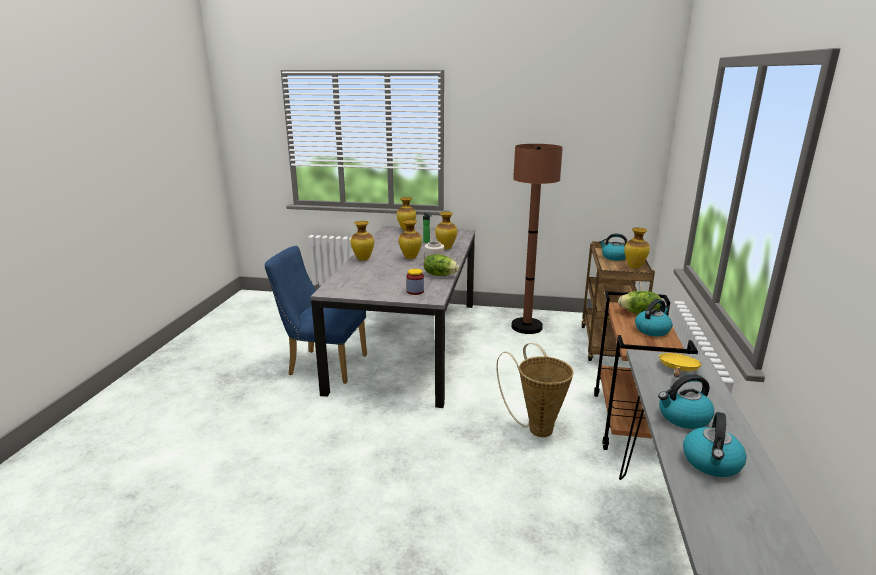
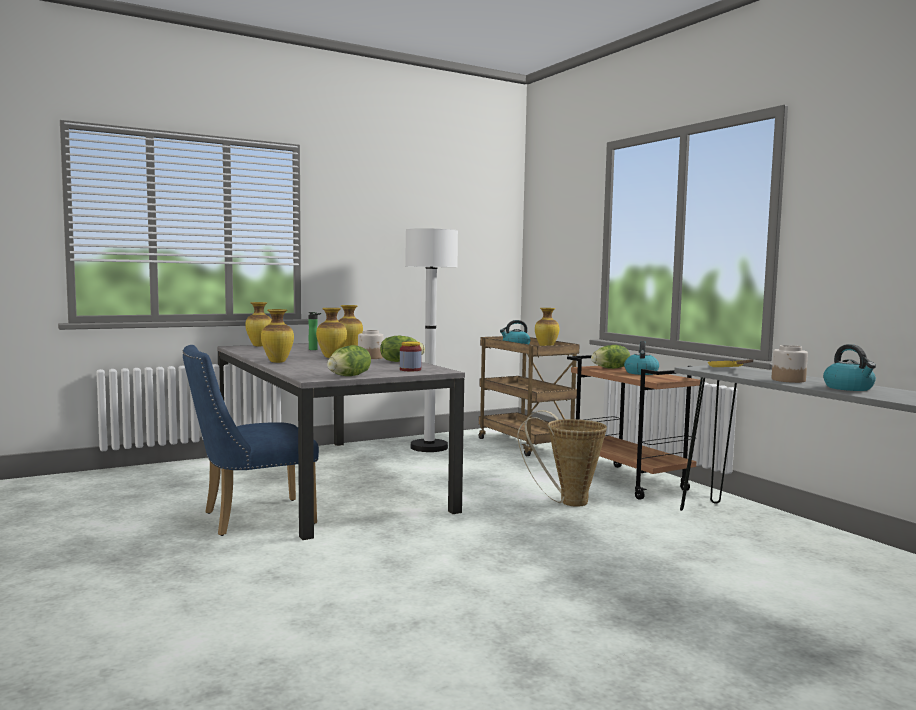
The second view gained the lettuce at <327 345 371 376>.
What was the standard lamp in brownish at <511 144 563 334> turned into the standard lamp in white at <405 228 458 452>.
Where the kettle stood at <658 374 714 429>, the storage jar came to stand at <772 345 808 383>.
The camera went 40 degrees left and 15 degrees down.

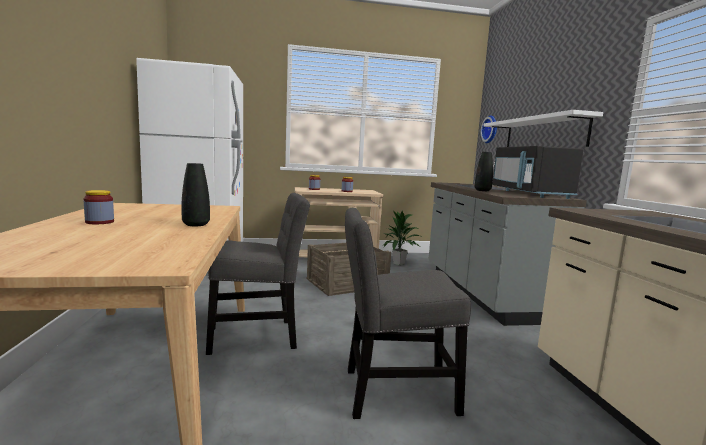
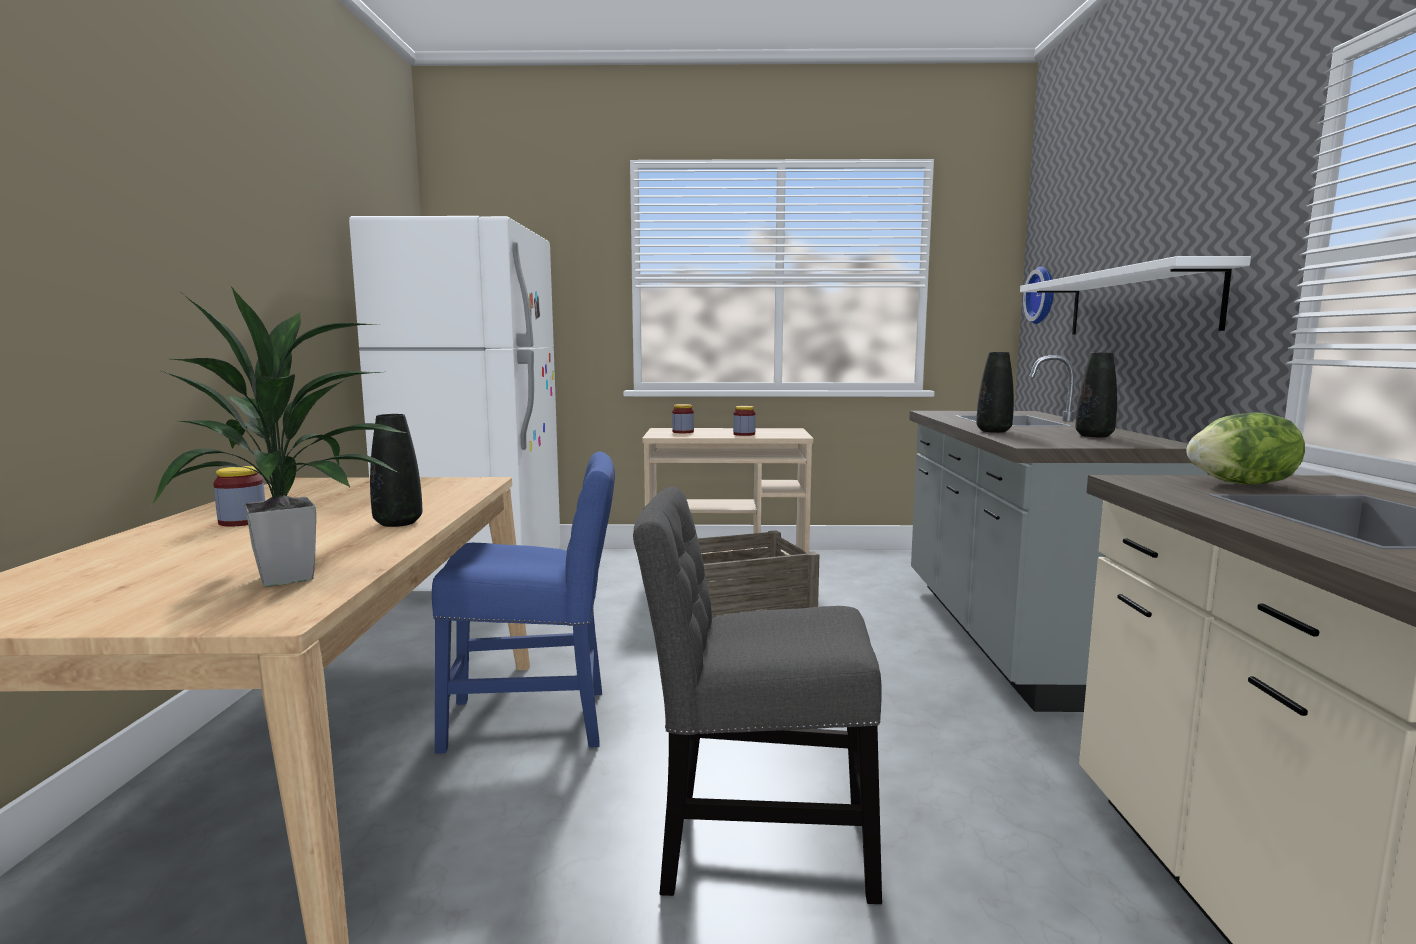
The plant in a pot ended up elsewhere, having gone from <382 211 420 266> to <151 286 406 587>.
What was the plain chair in gray at <206 193 310 355> turned into the plain chair in bluish at <432 452 615 754>.
Where the microwave in black stood at <492 146 584 199>, the flower vase in black came to stand at <1075 352 1117 437>.
The second view gained the lettuce at <1186 413 1305 484>.
The camera went 10 degrees right and 0 degrees up.

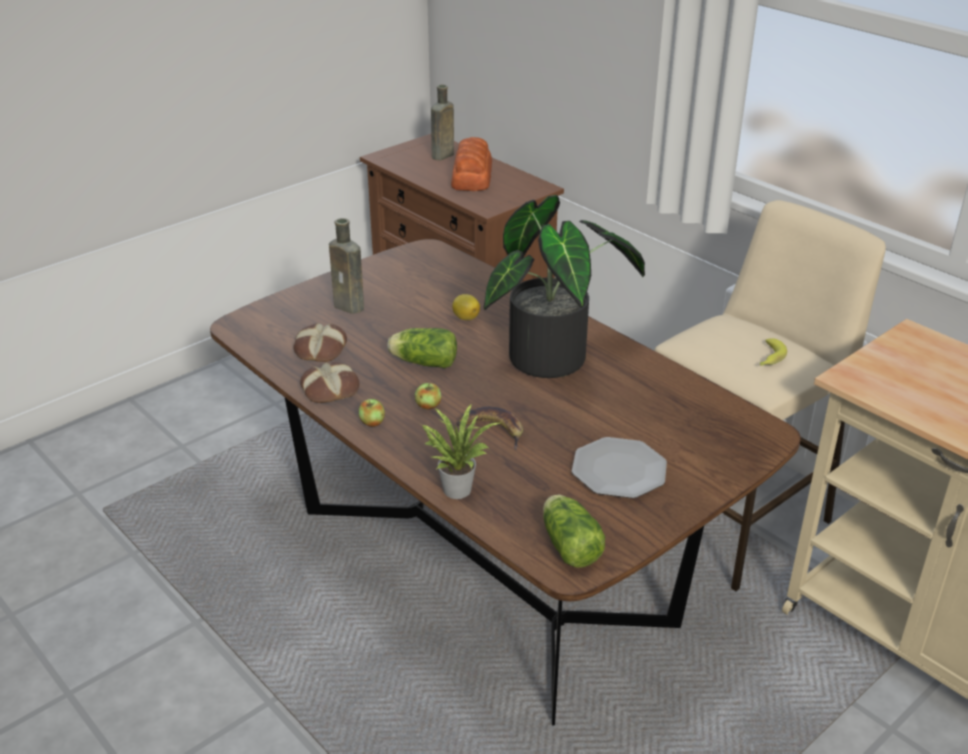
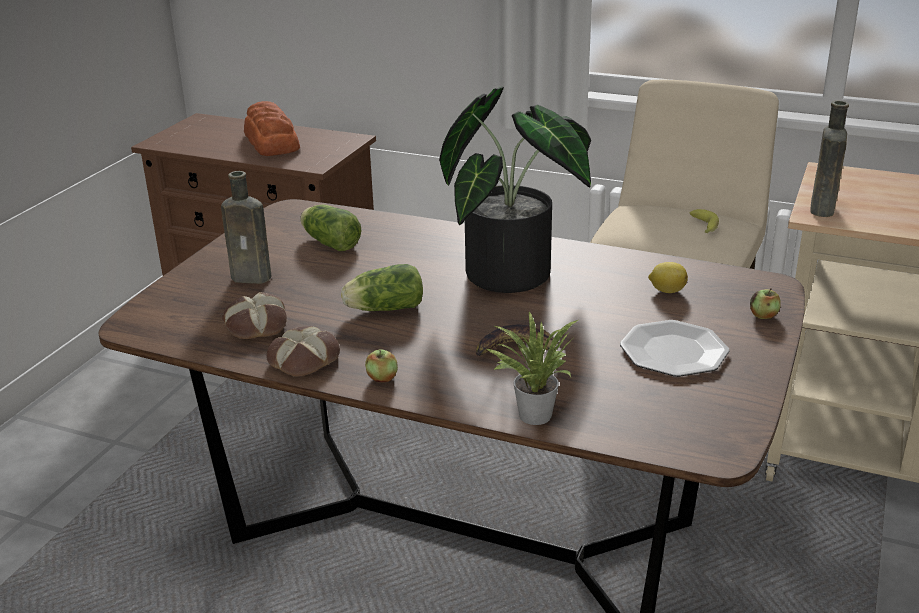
The lettuce ended up elsewhere, having gone from <543 495 605 567> to <300 205 361 251>.
The citrus fruit ended up elsewhere, having gone from <452 294 480 320> to <648 262 688 293>.
The apple ended up elsewhere, having gone from <414 383 441 410> to <750 289 781 319>.
The beverage bottle in brownish ended up elsewhere, having gone from <431 84 454 160> to <810 100 849 217>.
The camera went 25 degrees left and 5 degrees down.

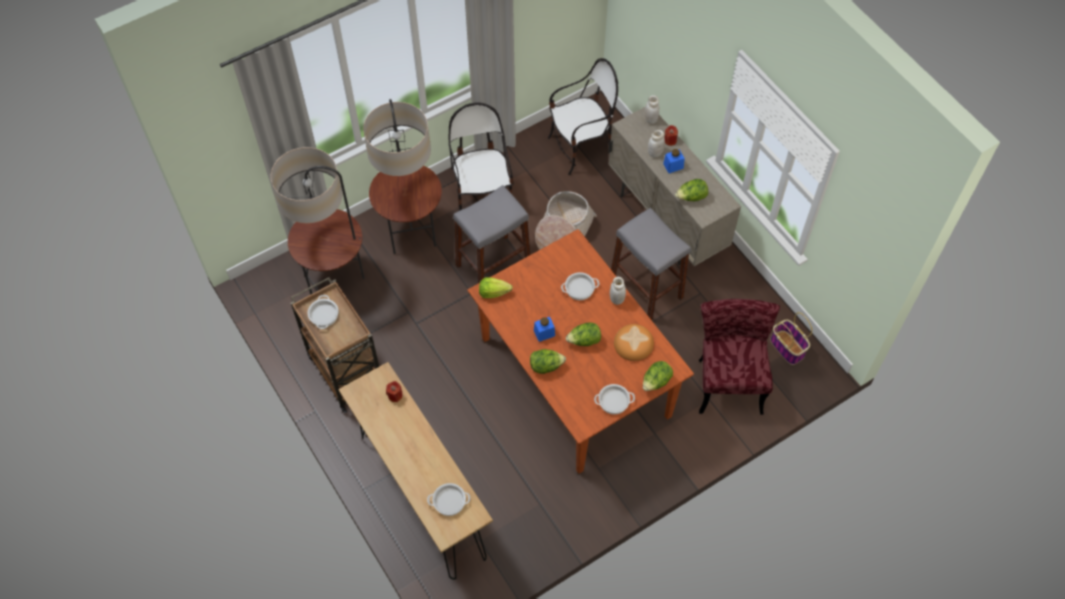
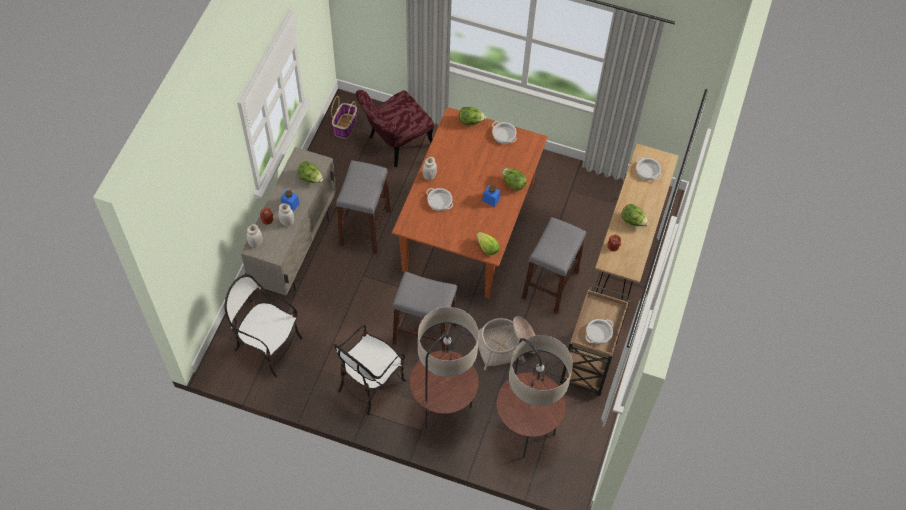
The household basket ended up elsewhere, having gone from <535 191 597 249> to <478 316 536 370>.
The second view gained the stool seat in gray at <522 217 586 314>.
The lettuce ended up elsewhere, having gone from <566 322 601 346> to <622 204 648 226>.
The second view lost the baked bread at <614 324 654 361>.
The camera went 130 degrees left and 0 degrees up.

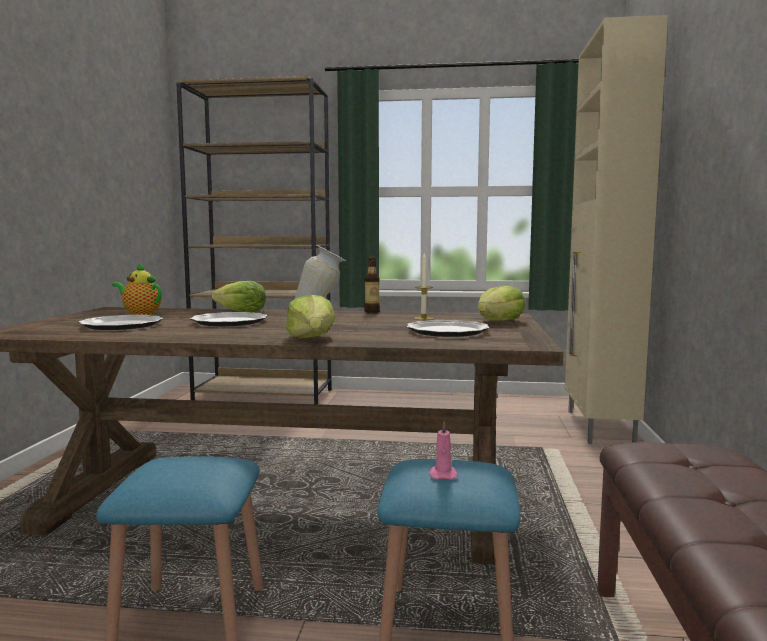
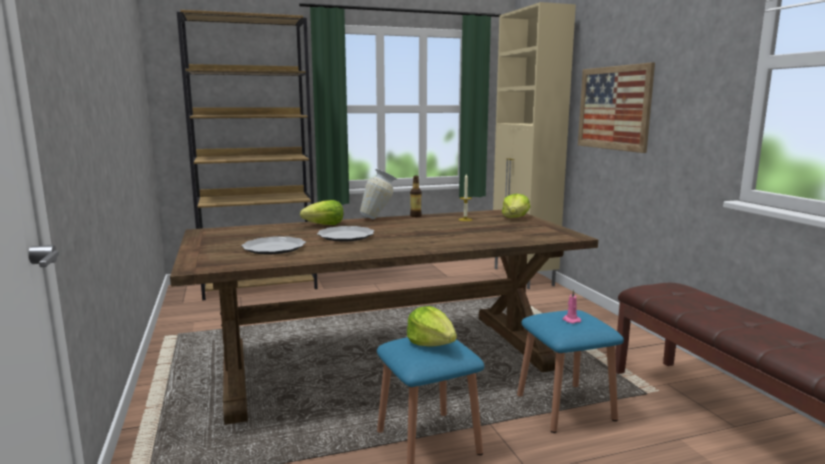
The lettuce ended up elsewhere, having gone from <286 295 335 338> to <407 306 457 347>.
The second view gained the wall art at <578 62 655 153>.
The second view lost the tea pot at <112 263 162 315>.
The second view lost the flat dish at <407 320 490 337>.
The camera went 25 degrees left and 5 degrees up.

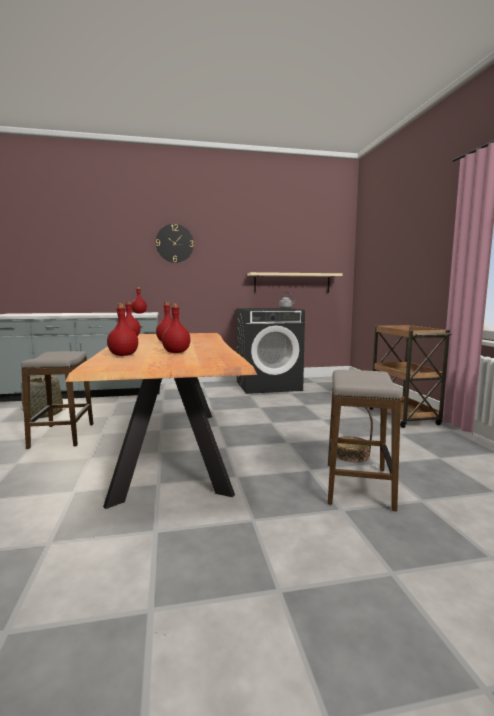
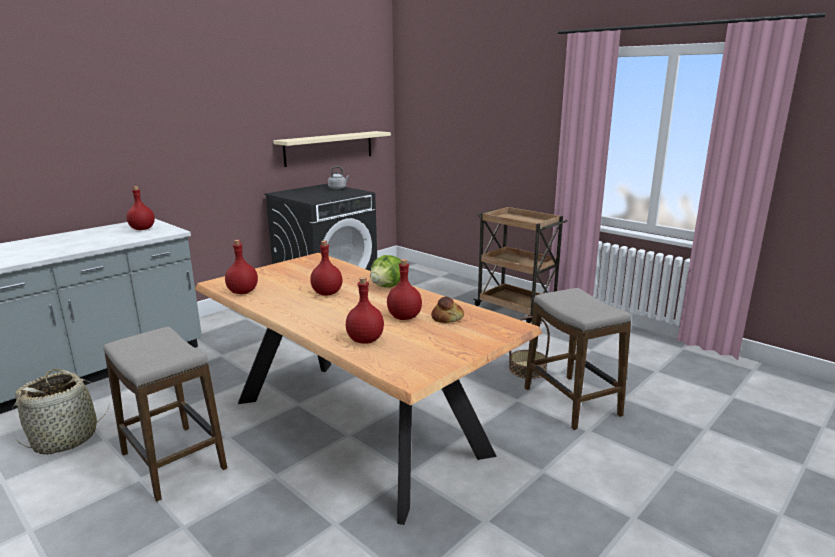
The second view gained the lettuce at <370 255 401 287>.
The second view gained the baked bread at <431 296 464 323>.
The second view lost the hanging clock at <156 224 194 263>.
The camera went 35 degrees left and 10 degrees up.

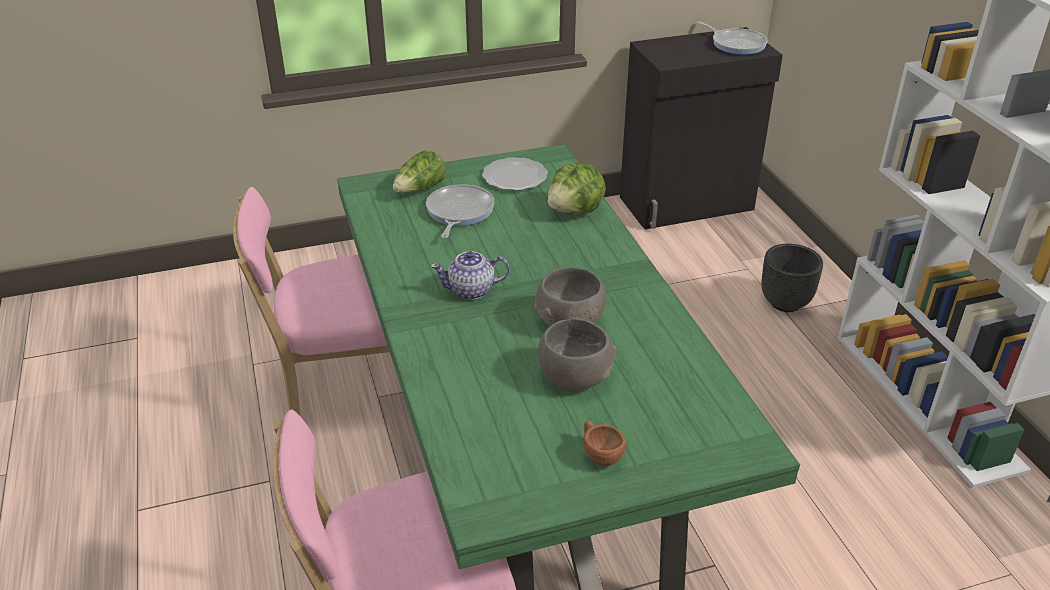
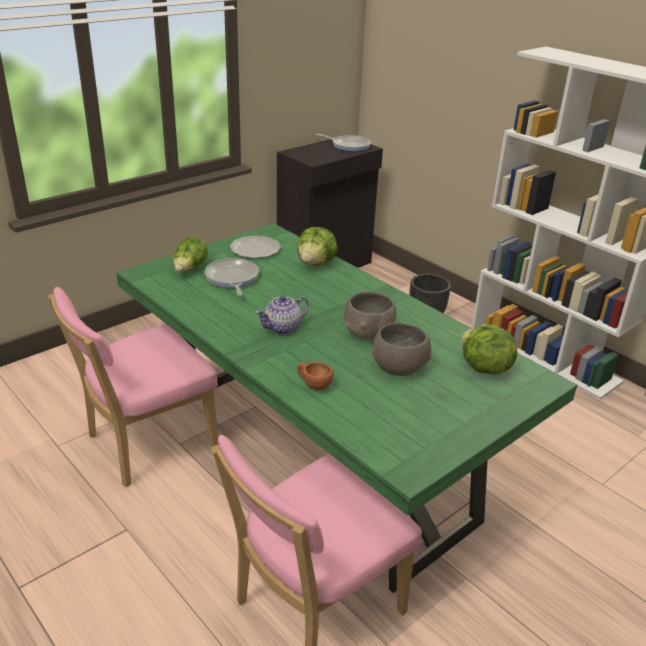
The cup in brownish ended up elsewhere, having gone from <583 421 627 466> to <297 362 334 390>.
The second view gained the lettuce at <461 325 518 375>.
The camera went 25 degrees left and 5 degrees down.

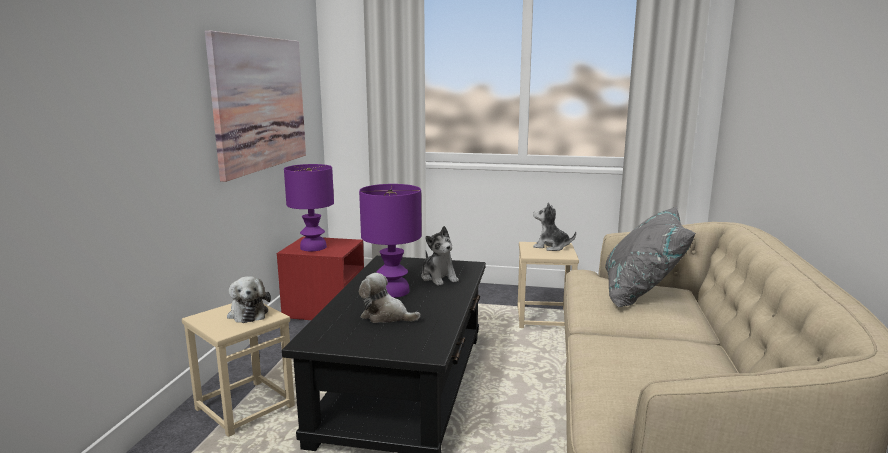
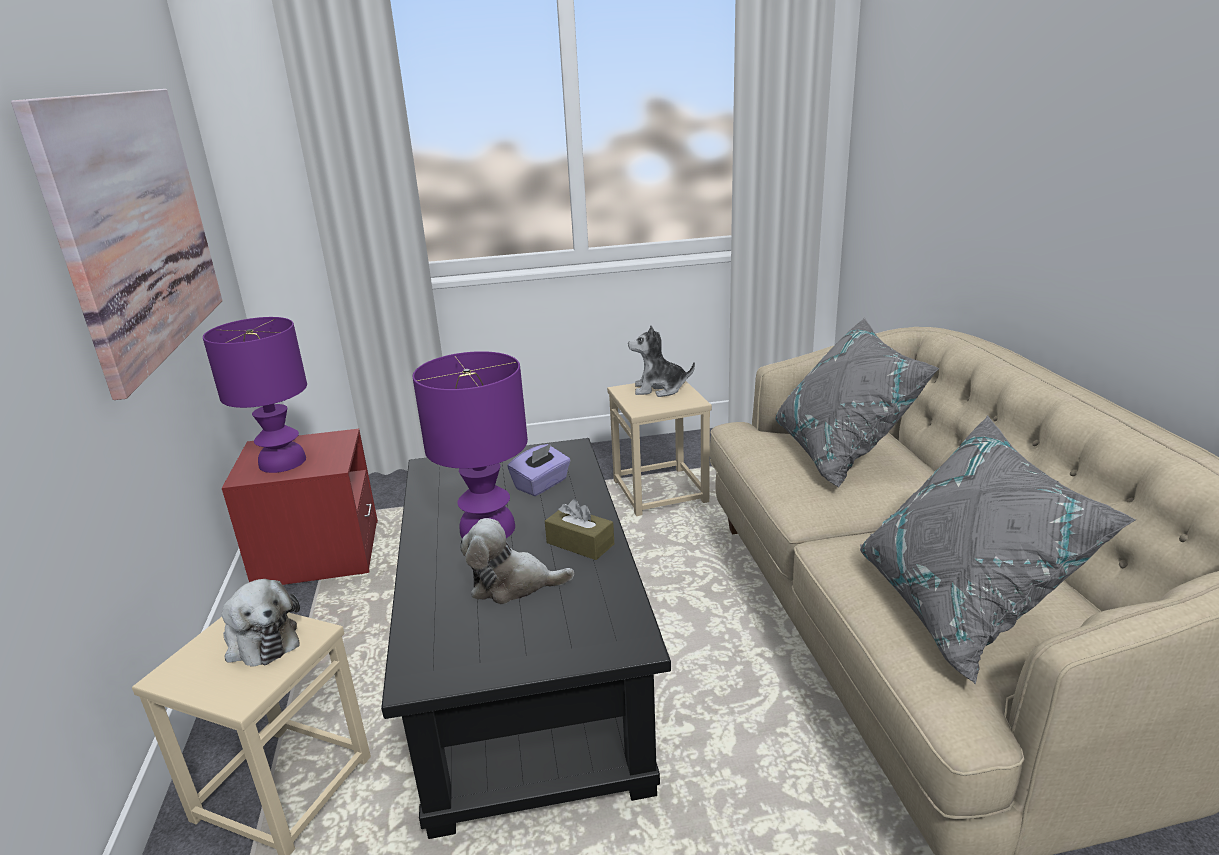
Where the soft toy stood at <421 226 459 286>, the tissue holder in purple-coloured came to stand at <508 444 571 496>.
The second view gained the tissue holder in brownish at <545 499 614 560>.
The second view gained the throw pillow in gray at <860 415 1136 685>.
The camera went 20 degrees left and 10 degrees up.

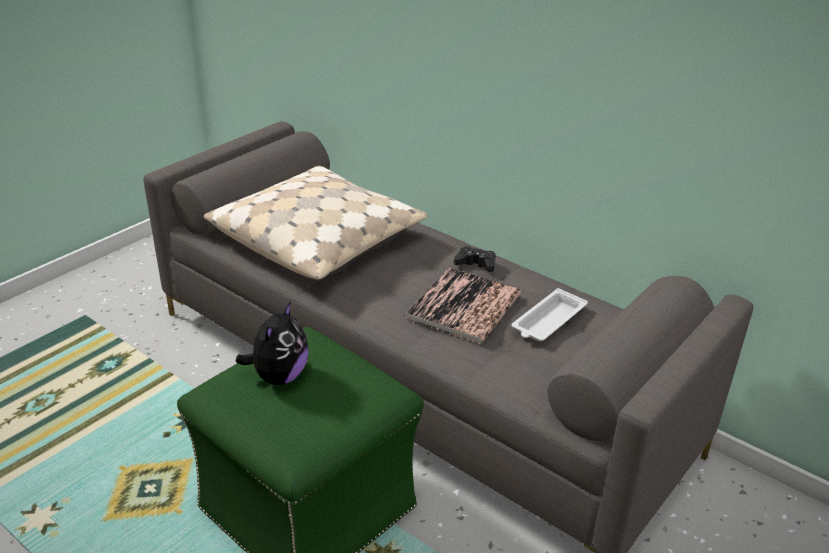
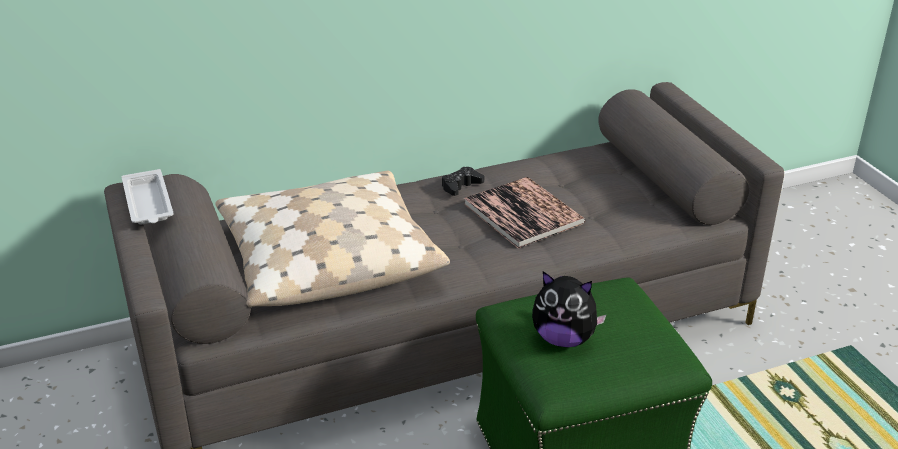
The carrying tray in white ended up elsewhere, having gone from <511 288 588 341> to <122 169 173 225>.
The soft toy at <236 301 308 385> ended up facing another way, 150 degrees clockwise from before.
The camera went 60 degrees left and 0 degrees up.

